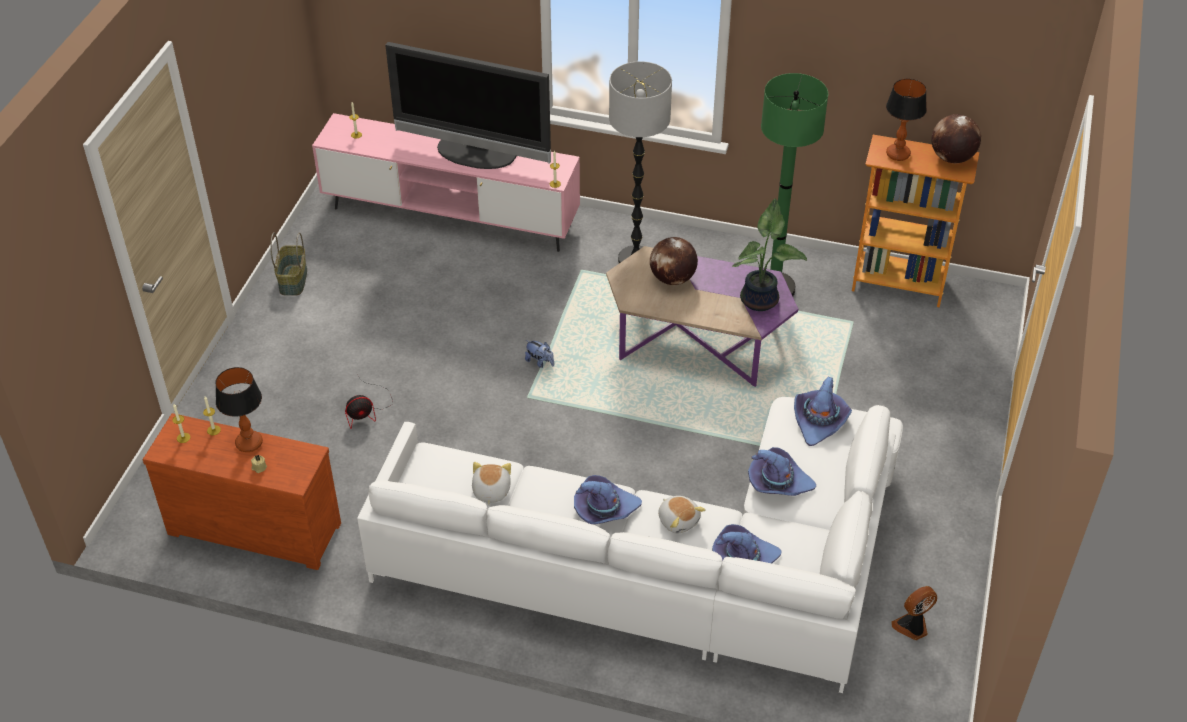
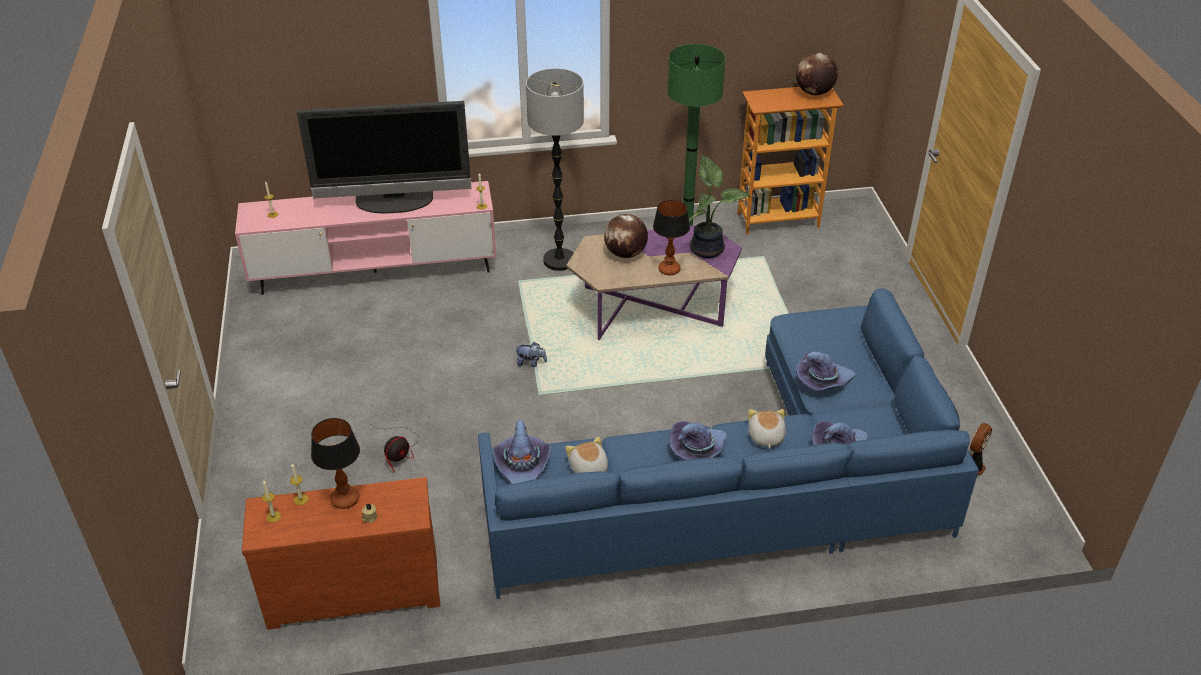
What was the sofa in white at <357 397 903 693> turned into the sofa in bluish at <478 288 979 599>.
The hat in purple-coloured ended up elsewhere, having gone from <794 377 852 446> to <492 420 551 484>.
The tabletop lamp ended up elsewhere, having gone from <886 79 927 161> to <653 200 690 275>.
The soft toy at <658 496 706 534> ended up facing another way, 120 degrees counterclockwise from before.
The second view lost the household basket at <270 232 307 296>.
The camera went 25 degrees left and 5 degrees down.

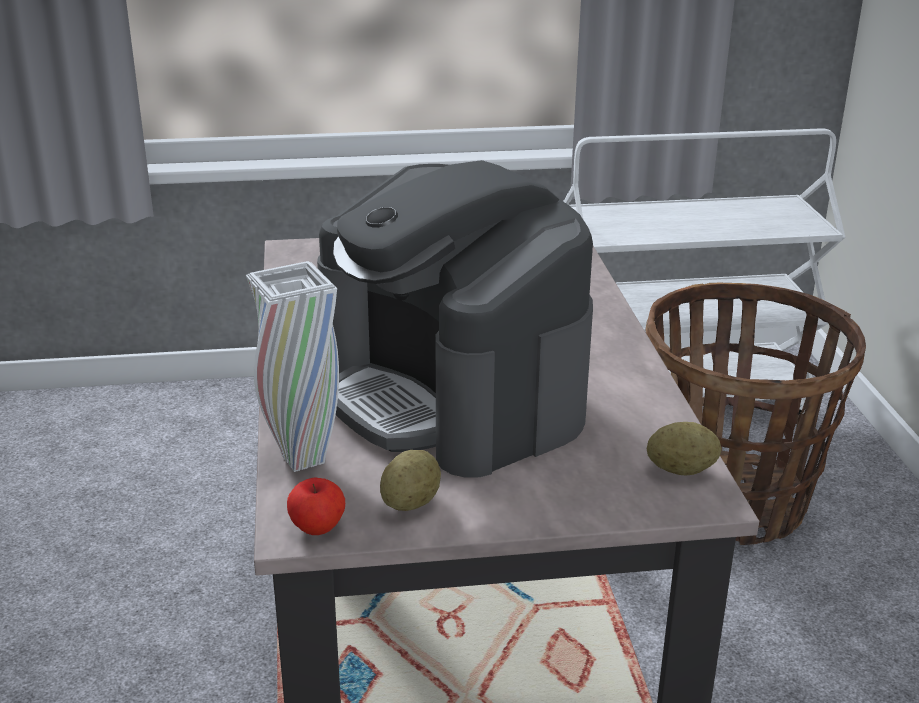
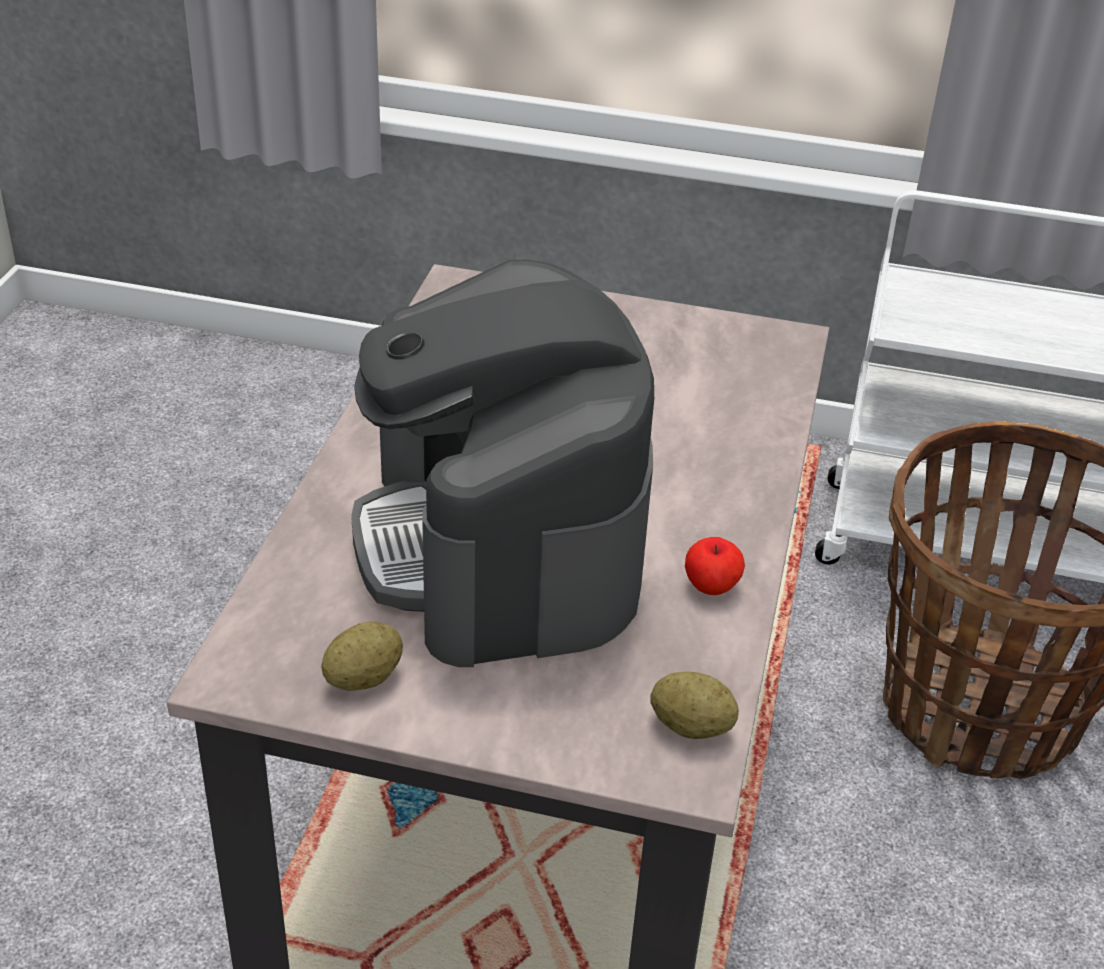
The apple ended up elsewhere, having gone from <287 477 345 535> to <685 537 745 595>.
The second view lost the flower vase in white at <246 261 339 472>.
The camera went 20 degrees right and 10 degrees up.

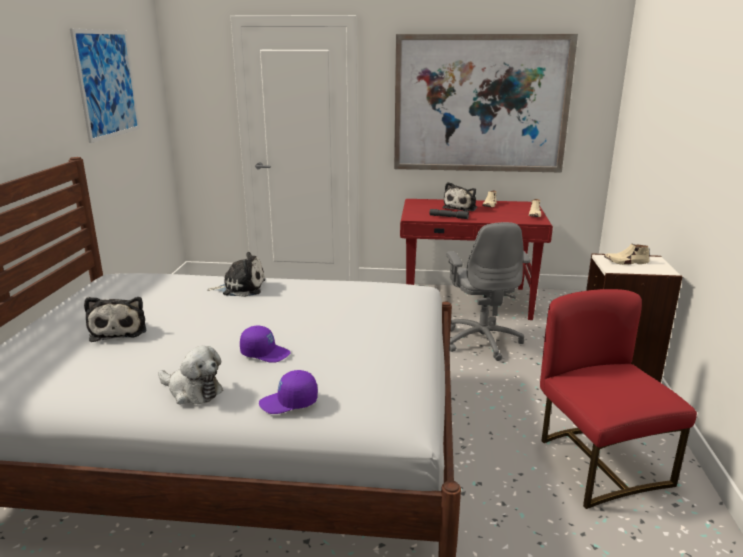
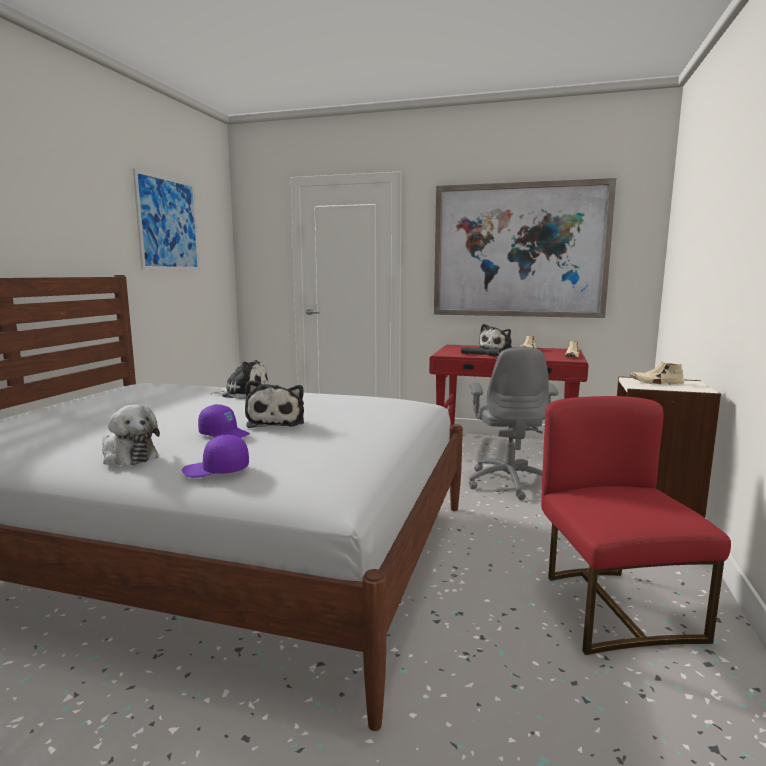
The soft toy ended up elsewhere, having gone from <84 297 146 342> to <245 380 304 428>.
The camera went 10 degrees right and 10 degrees down.

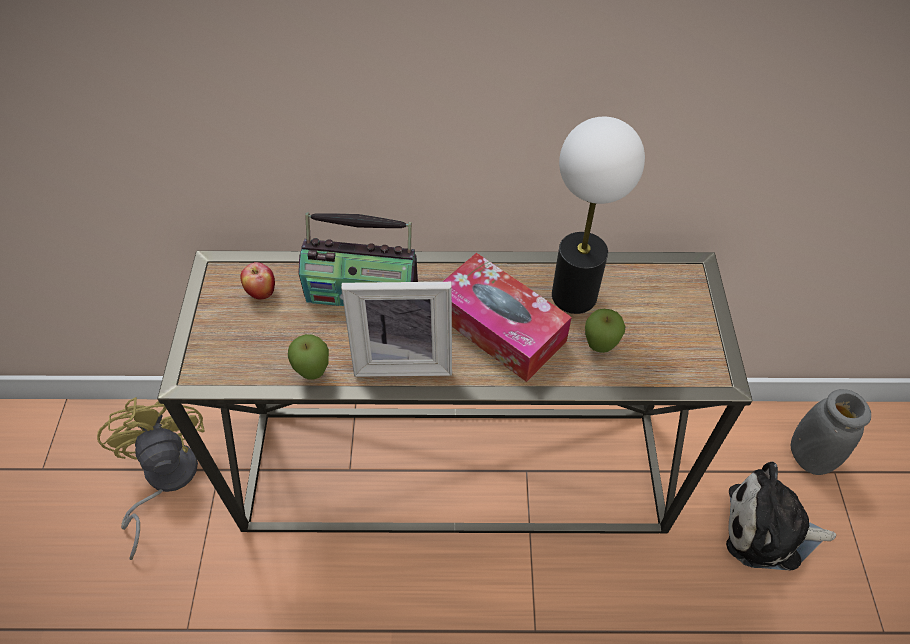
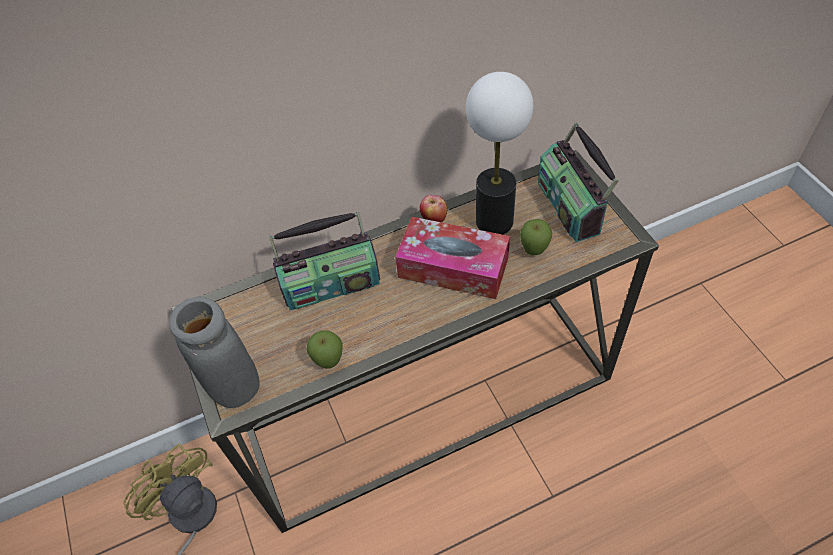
The flower vase in gray ended up elsewhere, having gone from <791 389 871 475> to <169 296 259 408>.
The apple ended up elsewhere, having gone from <240 262 275 300> to <420 195 447 222>.
The second view gained the radio at <538 123 618 242>.
The second view lost the photo frame at <341 282 452 377>.
The second view lost the soft toy at <726 462 836 571>.
The camera went 20 degrees left and 0 degrees up.

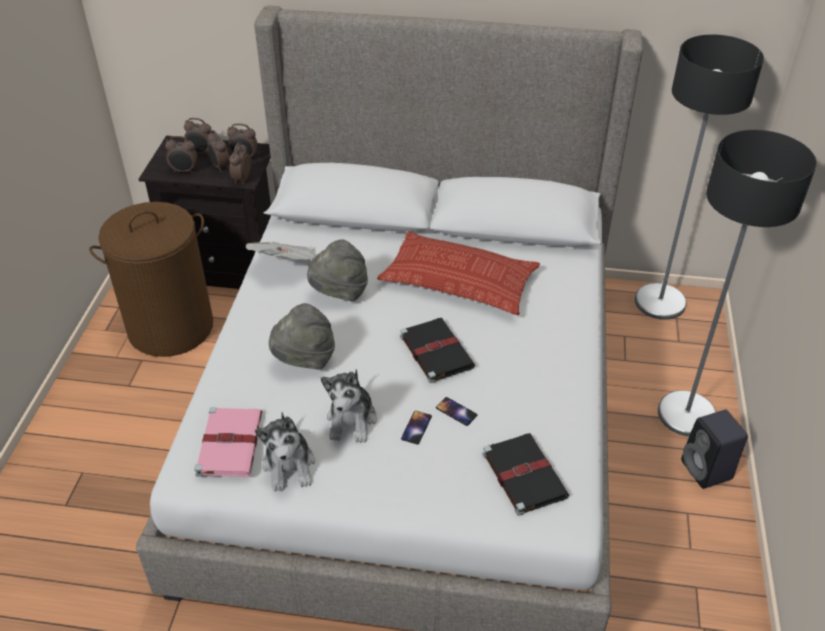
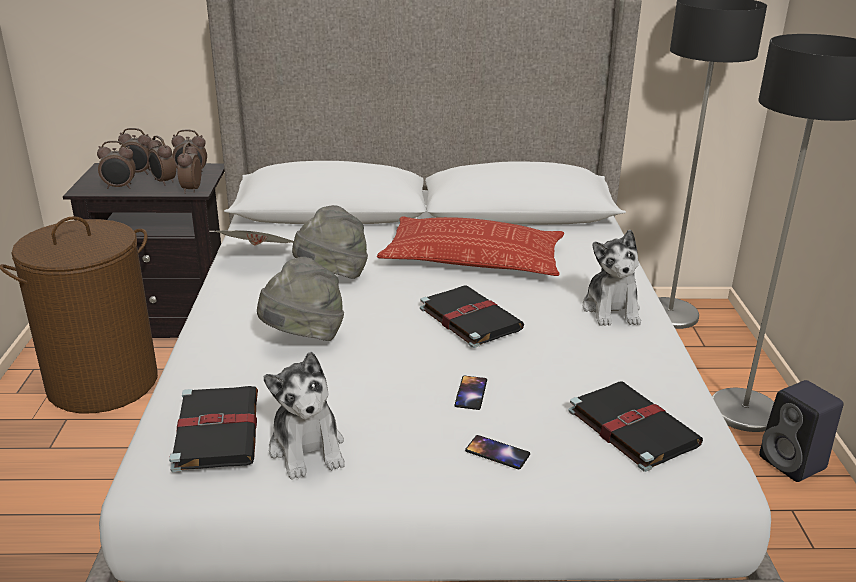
What was the book in pink-coloured at <194 407 262 477> turned into the book in black at <169 386 258 472>.
The phone ended up elsewhere, having gone from <436 397 477 426> to <465 435 530 469>.
The soft toy ended up elsewhere, having gone from <321 369 377 443> to <582 230 641 326>.
The camera went 10 degrees left and 15 degrees down.

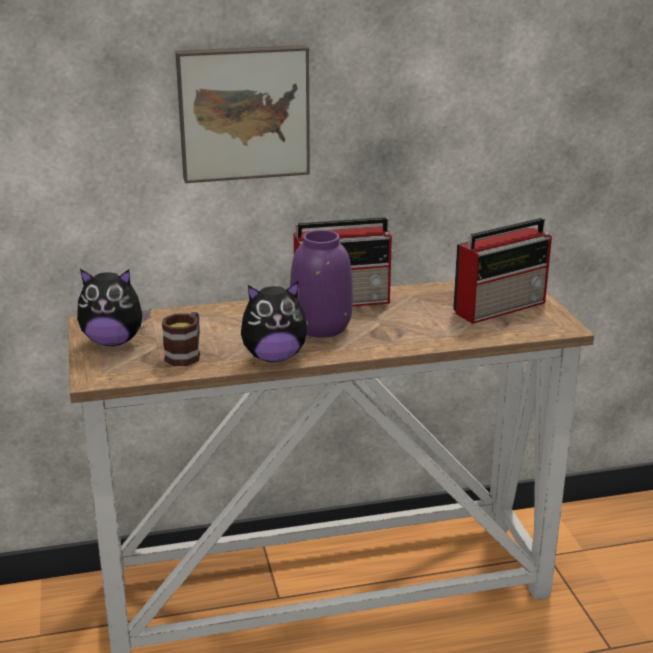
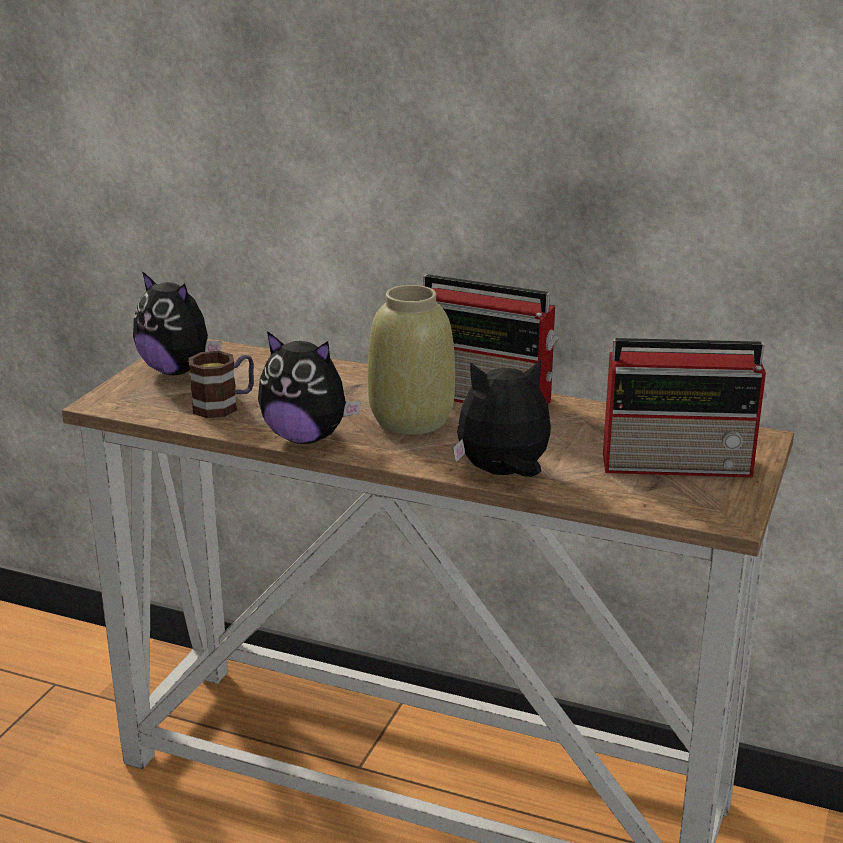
What was the flower vase in purple-coloured at <290 230 353 338> turned into the flower vase in beige at <368 285 455 435>.
The second view gained the soft toy at <453 359 551 477>.
The second view lost the wall art at <175 45 310 183>.
The camera went 35 degrees right and 0 degrees up.

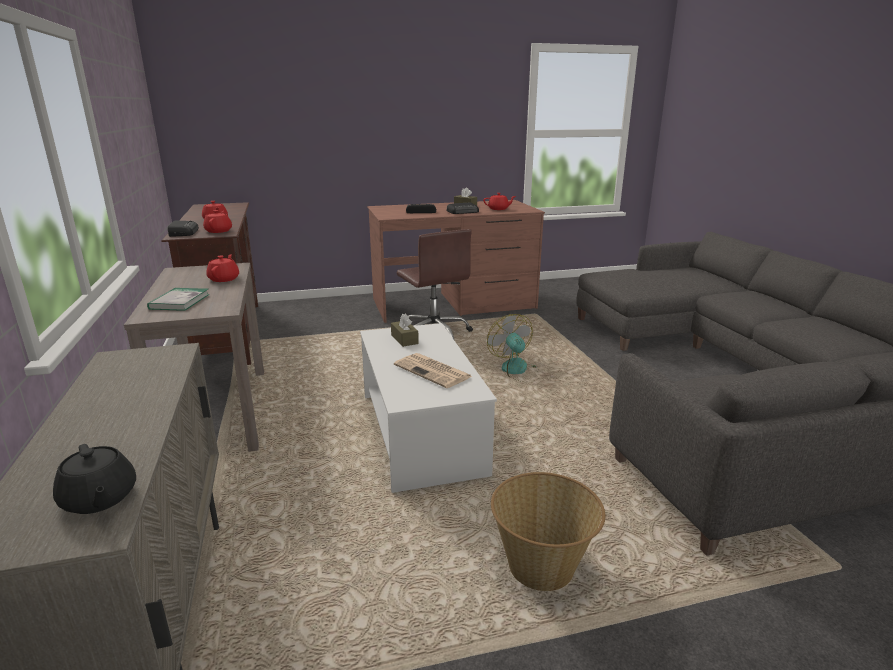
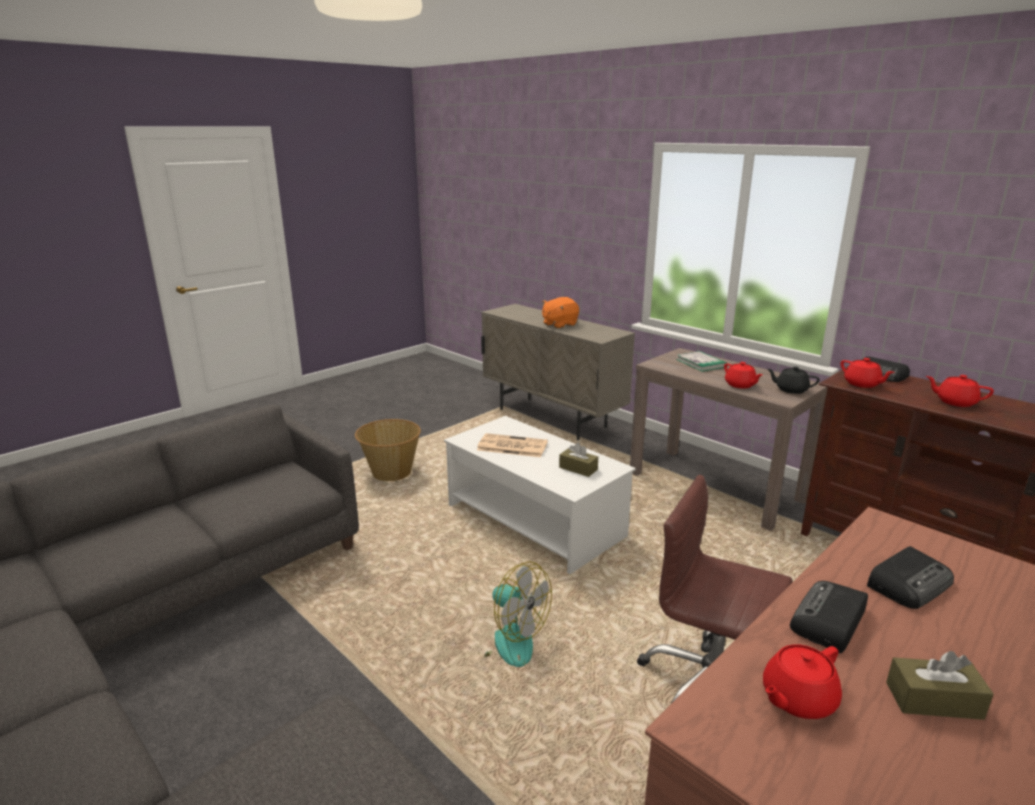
The second view gained the soft toy in orange-coloured at <542 297 579 329>.
The tea pot in black ended up elsewhere, having gone from <53 444 136 514> to <767 367 820 394>.
The camera went 150 degrees right and 0 degrees up.

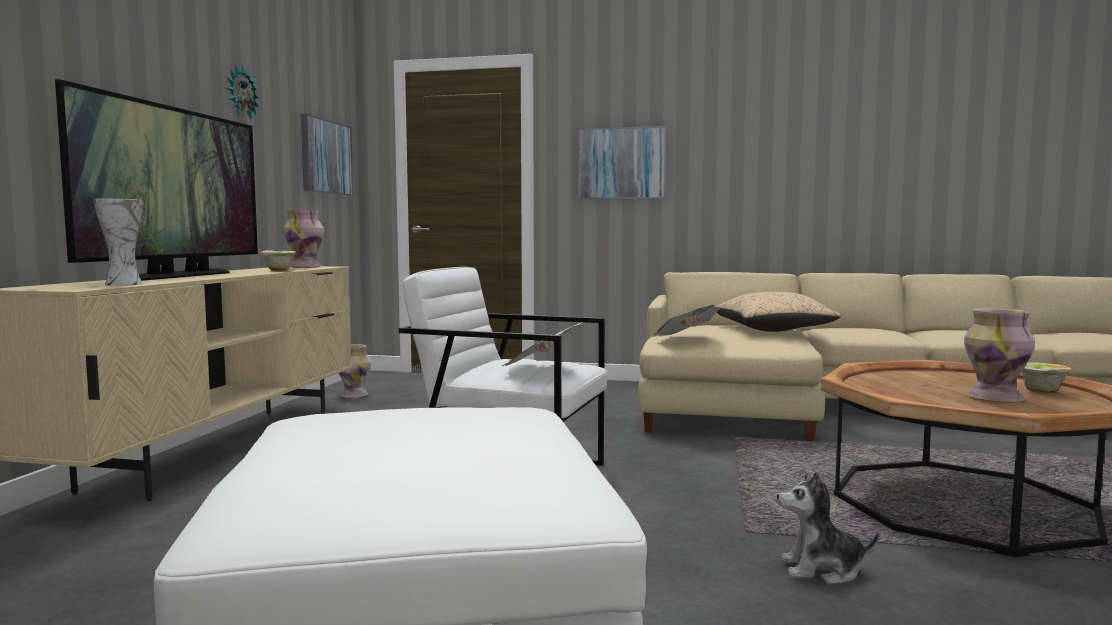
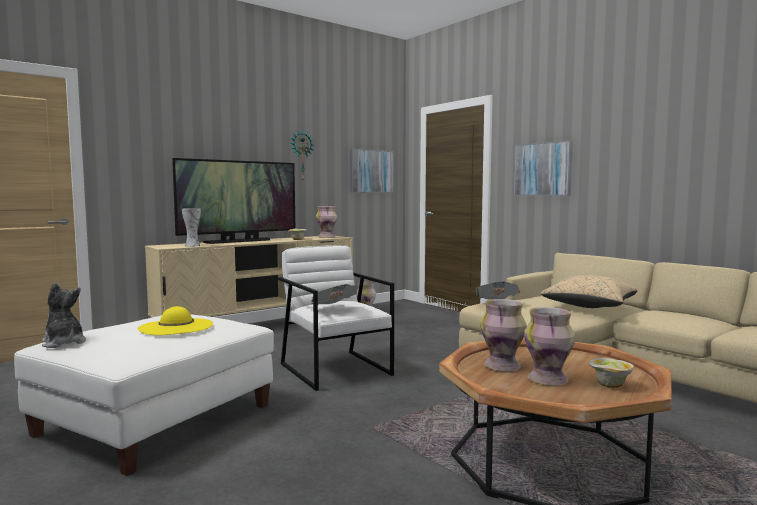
The soft toy ended up elsewhere, having gone from <777 471 879 585> to <42 282 86 348>.
The second view gained the hat in yellow at <138 306 213 335>.
The second view gained the flower vase at <480 299 527 372>.
The camera went 40 degrees right and 0 degrees up.

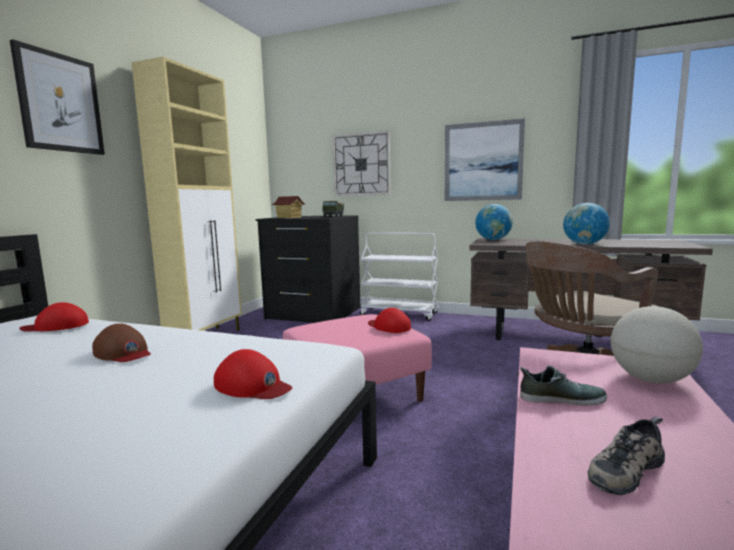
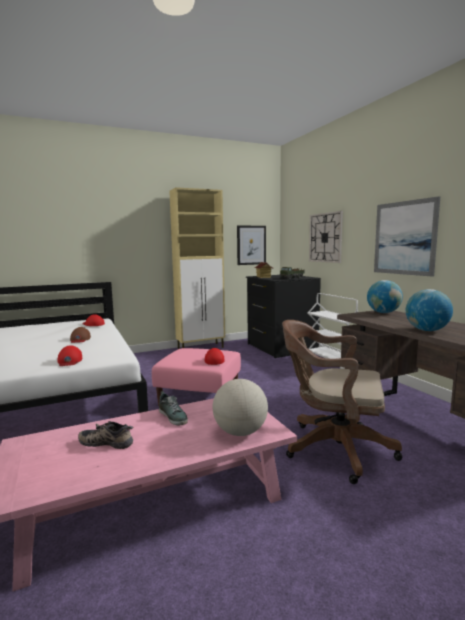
The wall art ended up elsewhere, having gone from <10 39 105 155> to <237 226 266 265>.
The camera went 45 degrees right and 0 degrees up.

